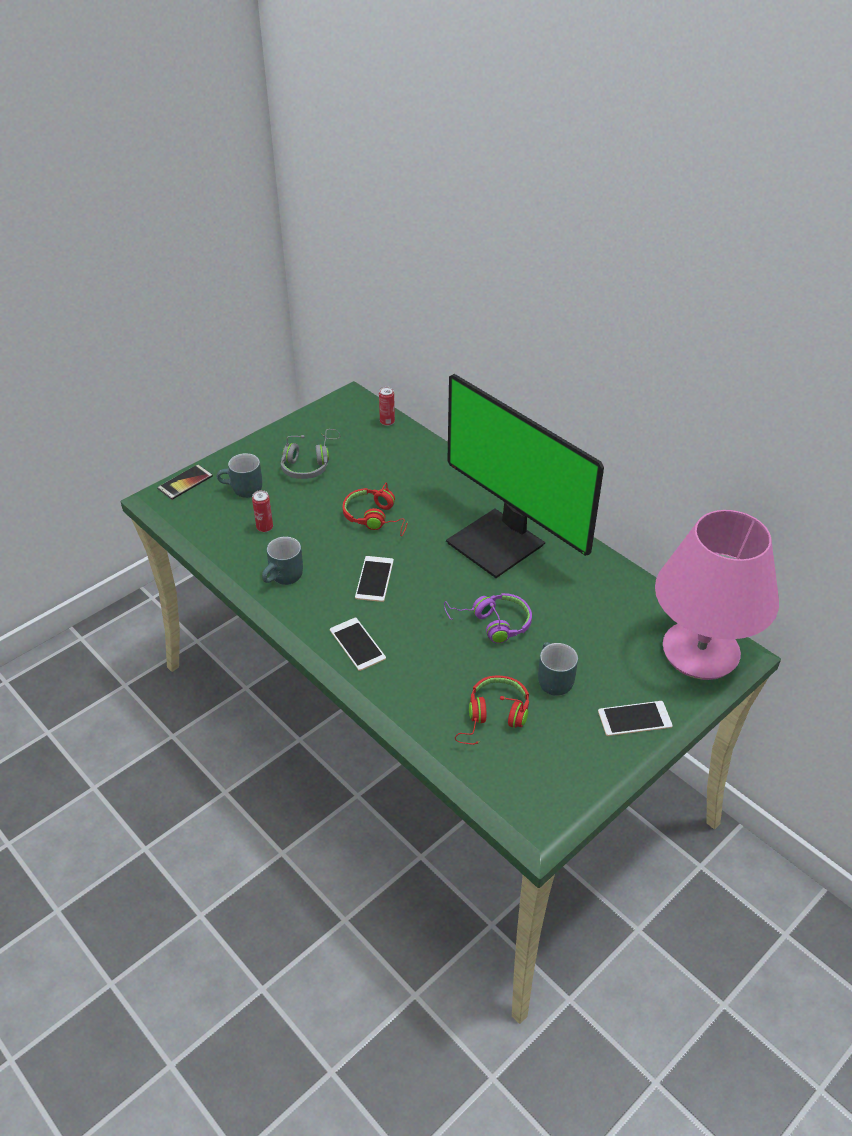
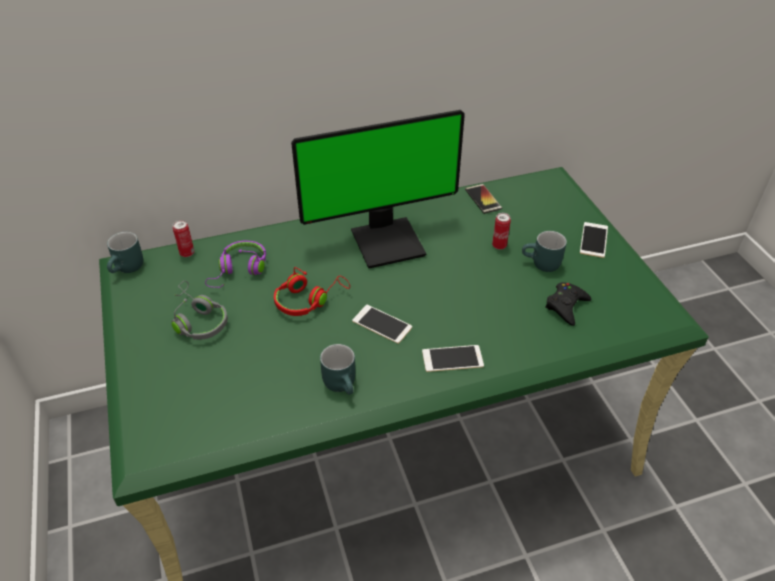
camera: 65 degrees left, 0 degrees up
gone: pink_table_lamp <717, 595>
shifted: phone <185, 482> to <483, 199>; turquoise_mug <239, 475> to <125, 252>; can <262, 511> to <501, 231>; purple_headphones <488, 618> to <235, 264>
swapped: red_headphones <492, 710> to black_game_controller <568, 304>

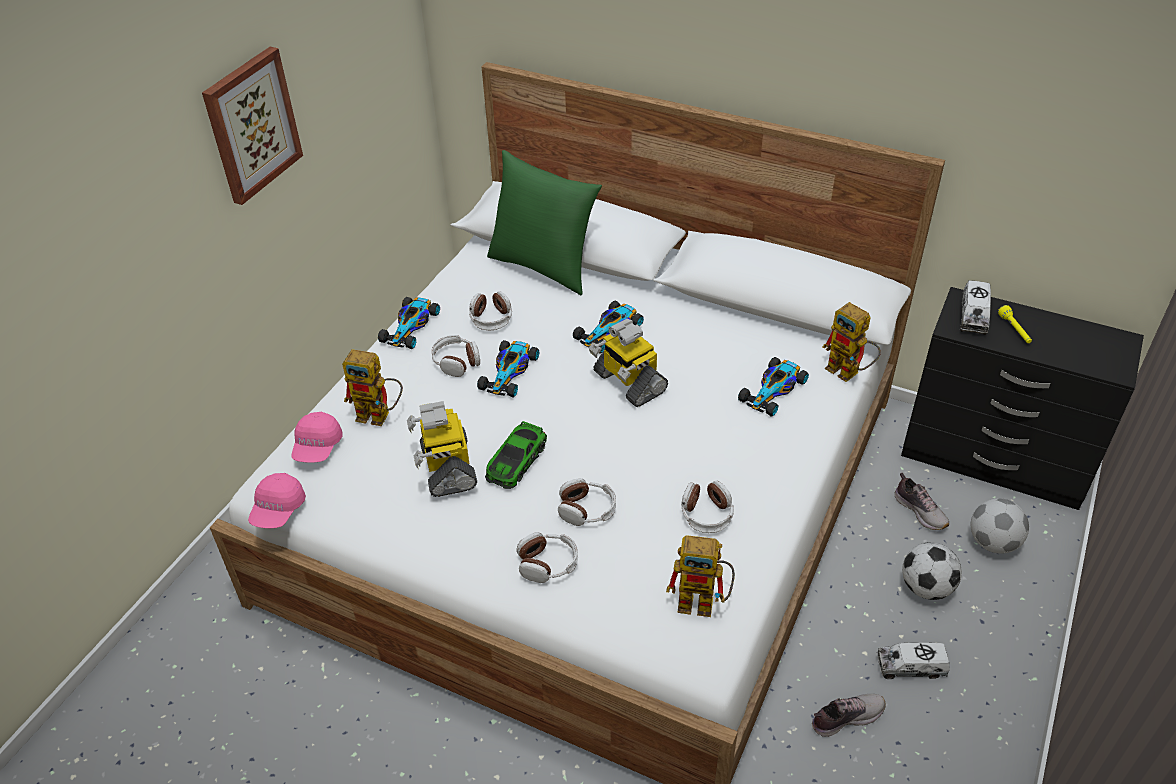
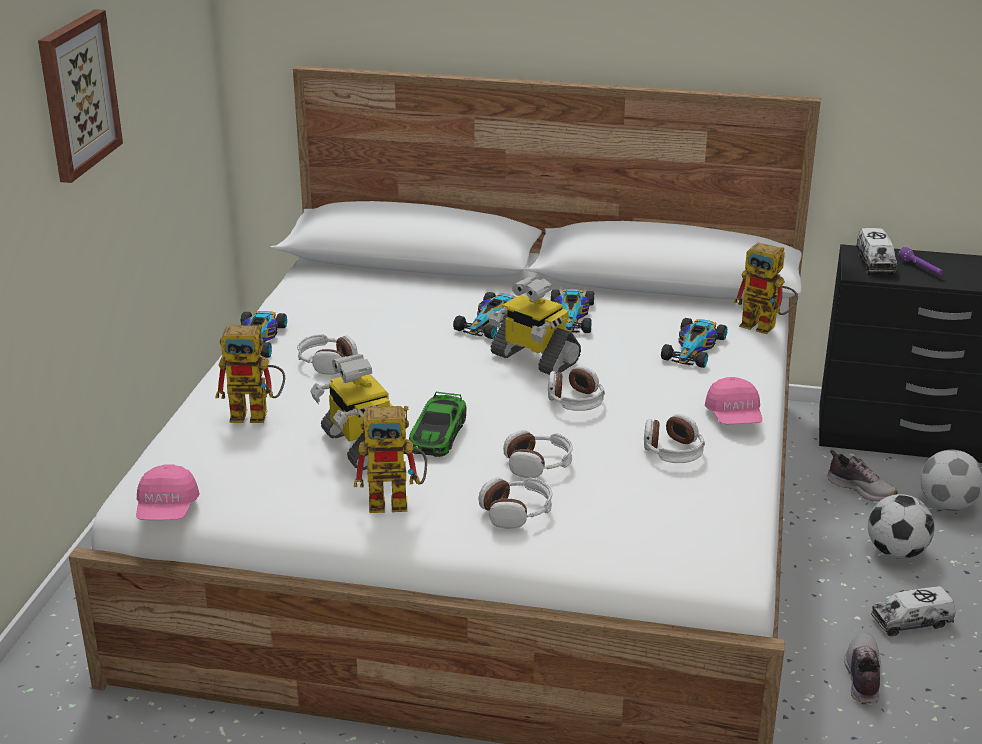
camera: 15 degrees left, 15 degrees down
gone: green_pillow <544, 222>
shifted: pink_cap <317, 437> to <733, 400>; headphones <490, 310> to <576, 388>; toy_car <508, 368> to <572, 311>; toy_robot <700, 576> to <390, 459>
repainted: yellow_flashlight <1015, 324> to purple_flashlight <920, 261>
rotated: shoe <849, 715> = <862, 668> 45 degrees counterclockwise

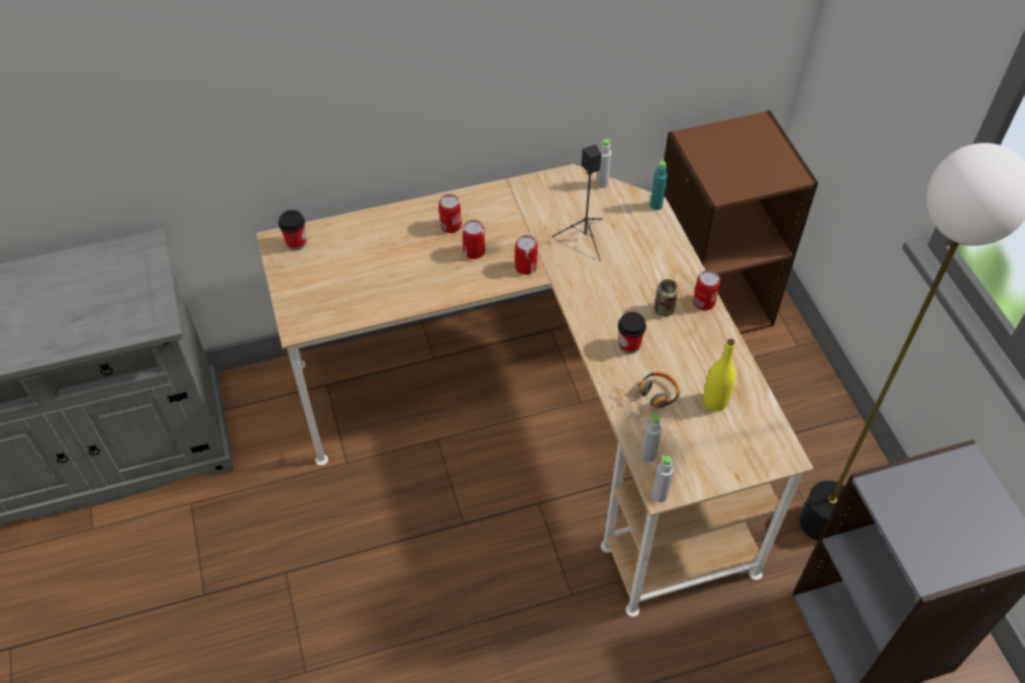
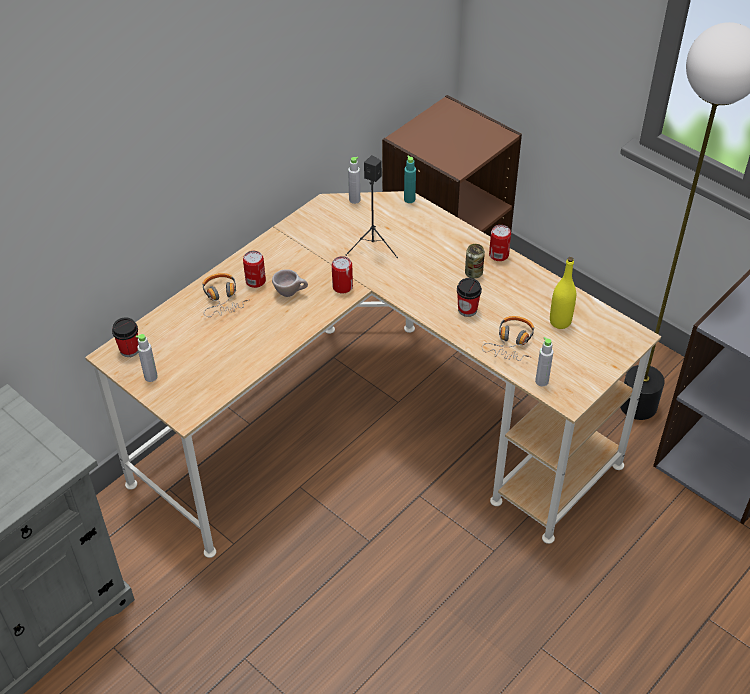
camera: 30 degrees left, 5 degrees down
new: headphones <226, 295>
shifted: grey_bottle <663, 479> to <147, 358>
swapped: can <473, 239> to beige_cup <290, 283>

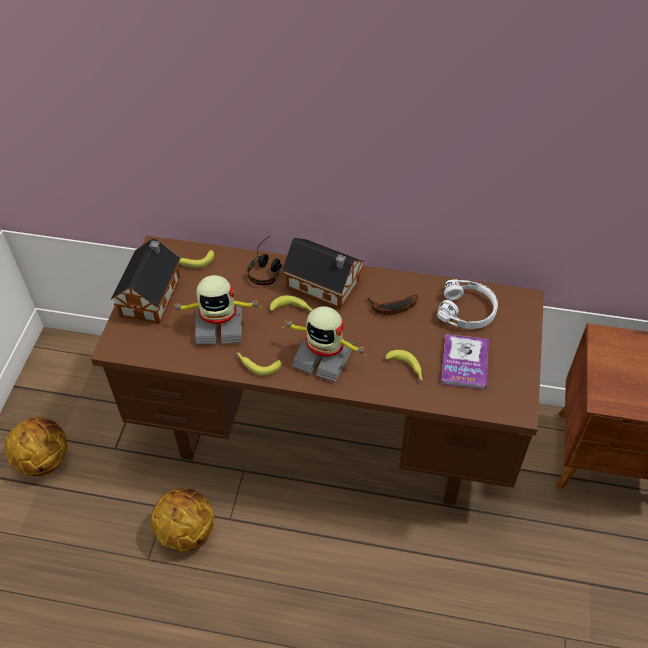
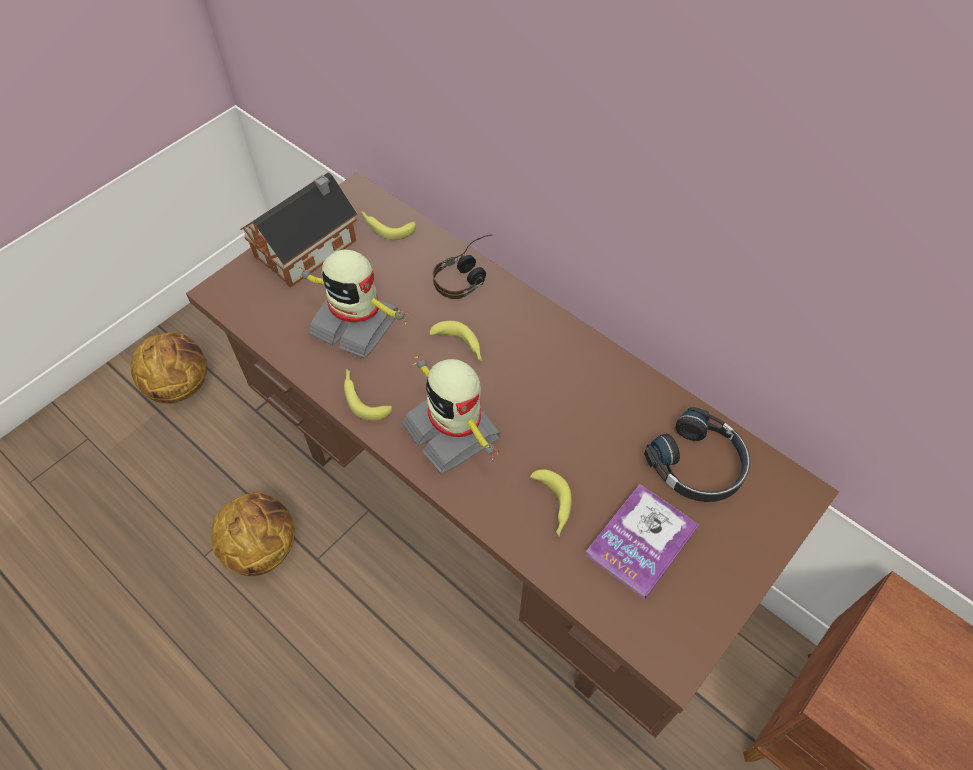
camera: 30 degrees right, 5 degrees up
gone: toy_house <323, 273>; banana <392, 305>
repainted: white_headphones <467, 304> to black_headphones <697, 454>

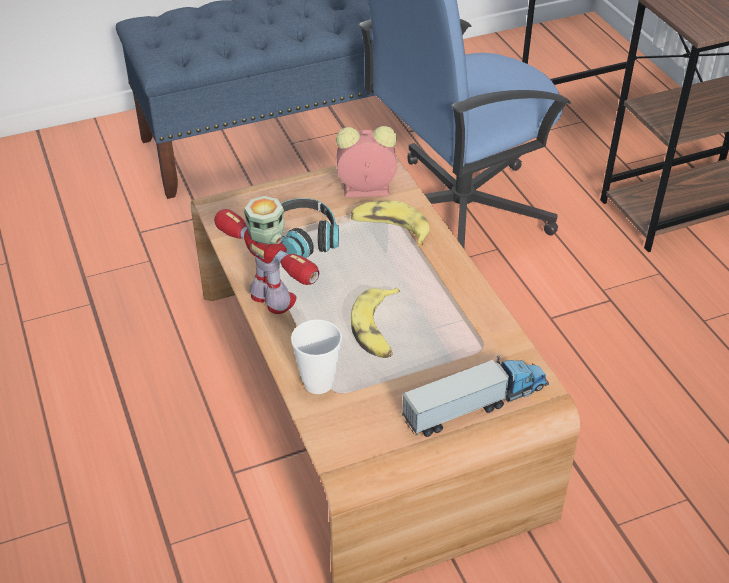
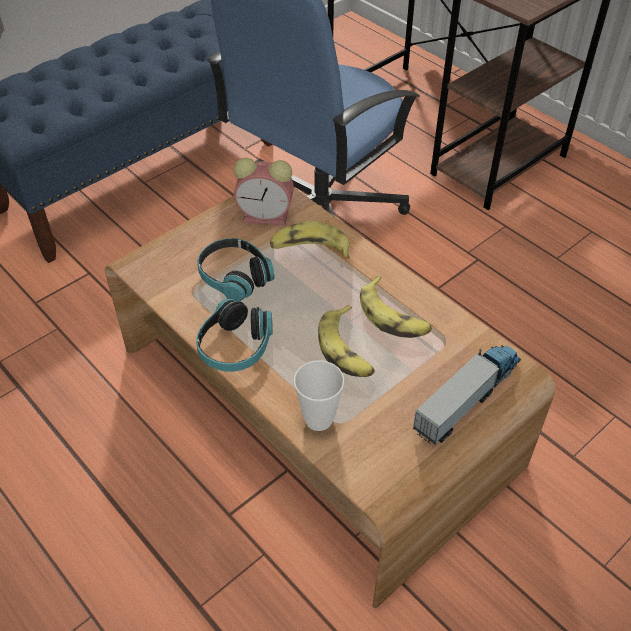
camera: 20 degrees left, 5 degrees up
new: banana <396, 307>
swapped: toy_robot <266, 255> to headphones <234, 335>
rotated: alarm_clock <366, 161> = <264, 192> 150 degrees counterclockwise

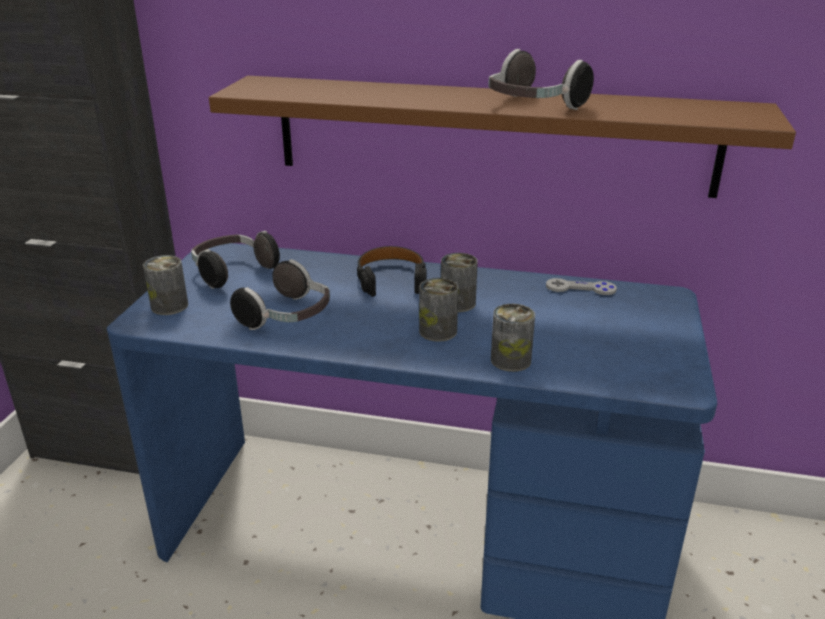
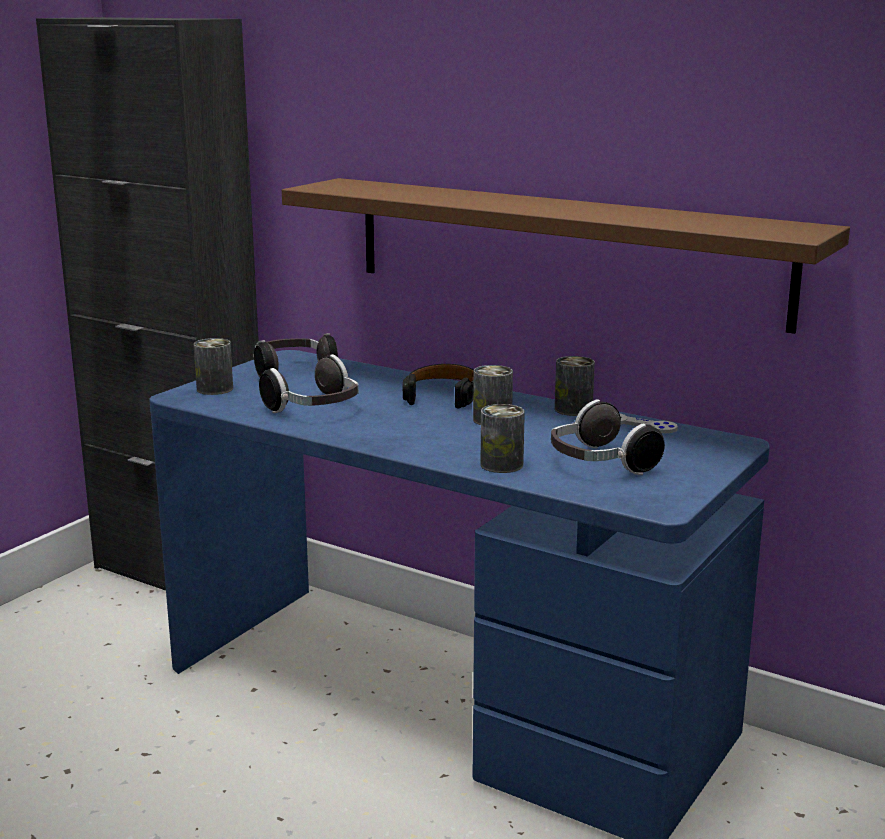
camera: 20 degrees right, 10 degrees down
shifted: can <439, 310> to <575, 386>; headphones <541, 79> to <608, 437>

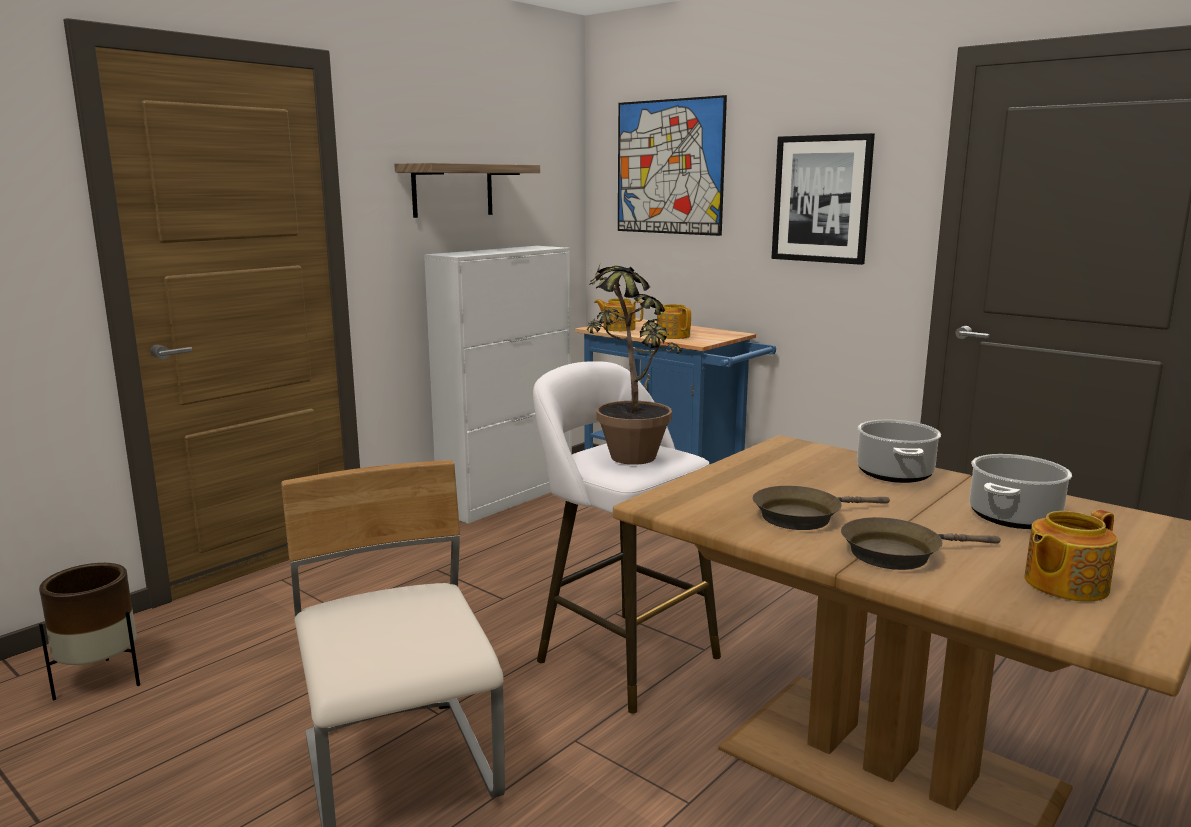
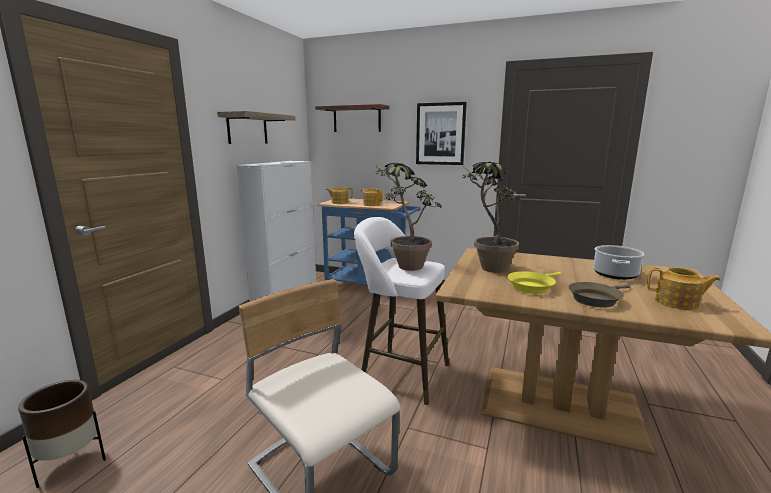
camera: 20 degrees left, 0 degrees up
gone: cooking_pot <899, 451>
new: potted_plant <490, 217>
swapped: picture <672, 165> to brown_shelf <352, 118>
repainted: brown_frying_pan <821, 508> to yellow_frying_pan <534, 282>
rotated: teapot <1071, 555> = <684, 289> 105 degrees counterclockwise

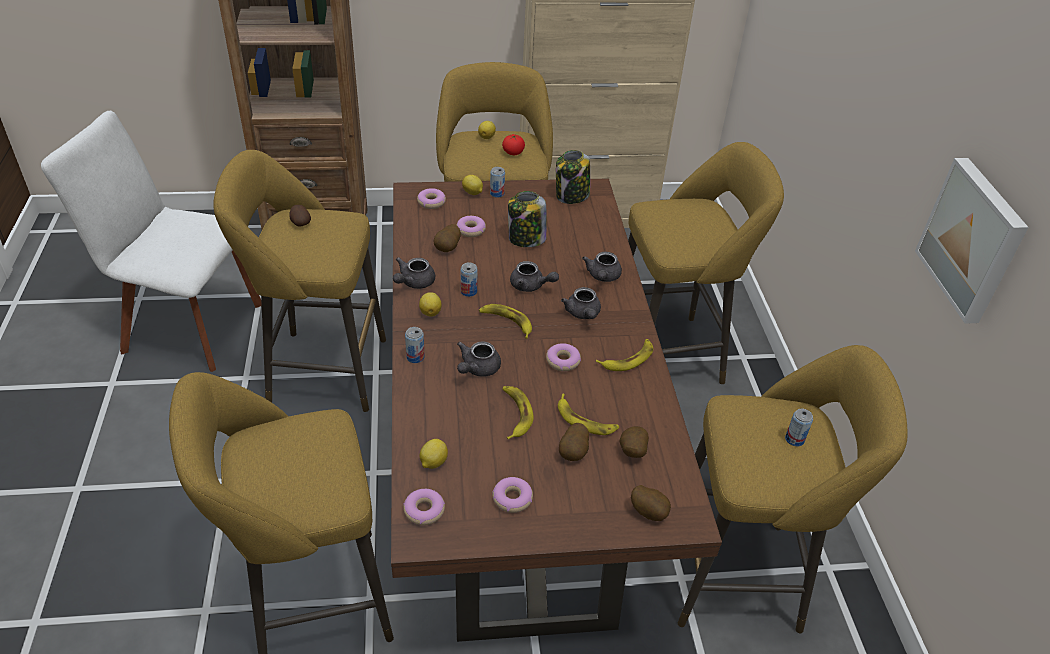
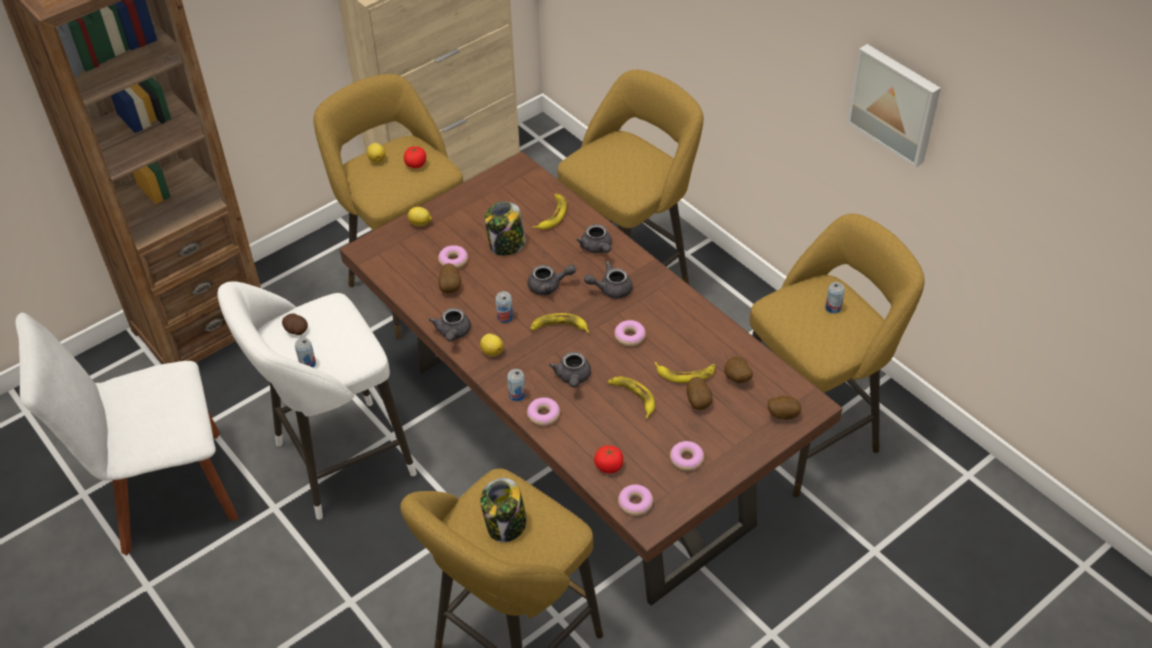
camera: 30 degrees left, 5 degrees up
shifted: donut <431, 198> to <543, 411>; can <497, 182> to <305, 352>; jar <573, 177> to <504, 510>; banana <624, 355> to <549, 212>
swapped: lemon <433, 454> to tomato <608, 459>
repainted: yellow_stool <299, 281> to white_stool <317, 400>
rotated: grey_teapot <581, 303> = <608, 280> 120 degrees clockwise

